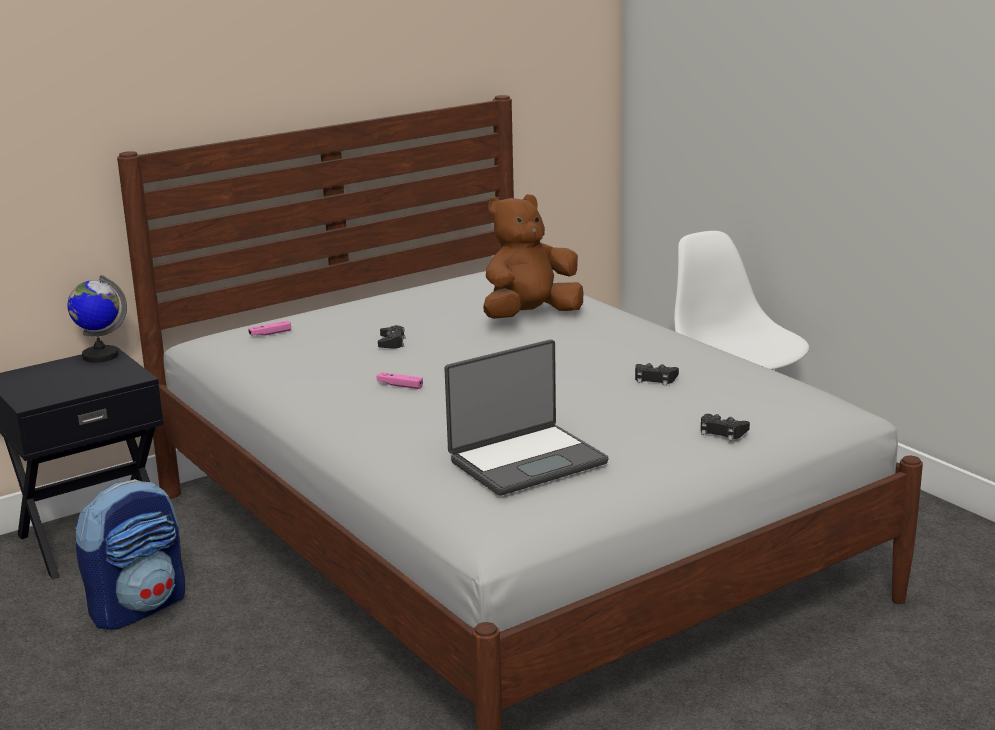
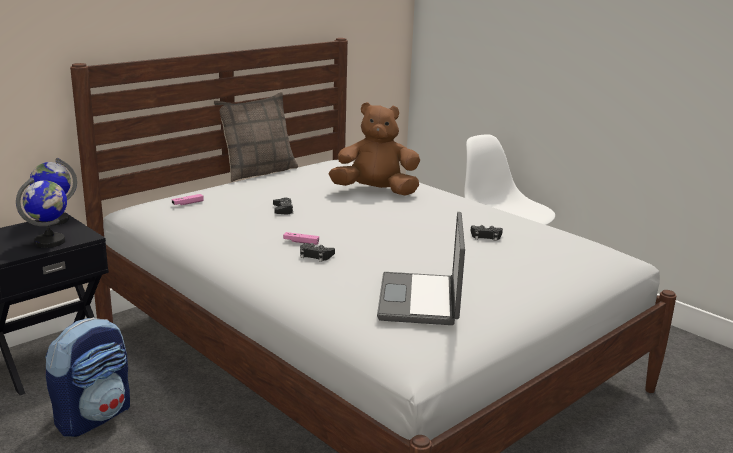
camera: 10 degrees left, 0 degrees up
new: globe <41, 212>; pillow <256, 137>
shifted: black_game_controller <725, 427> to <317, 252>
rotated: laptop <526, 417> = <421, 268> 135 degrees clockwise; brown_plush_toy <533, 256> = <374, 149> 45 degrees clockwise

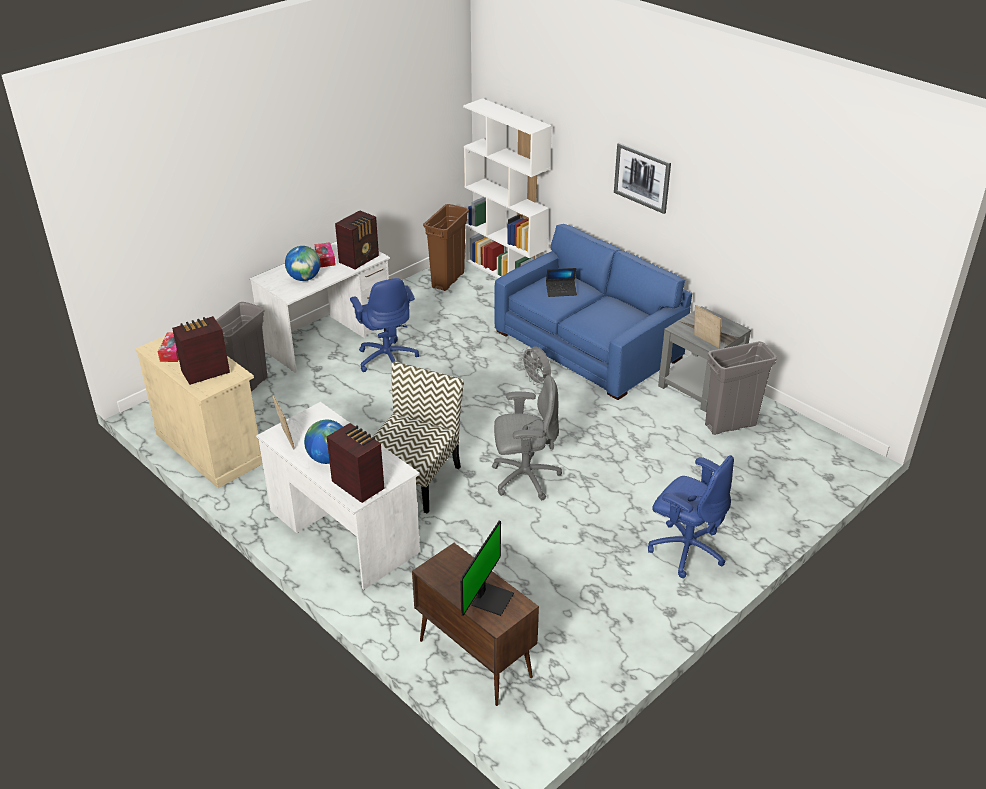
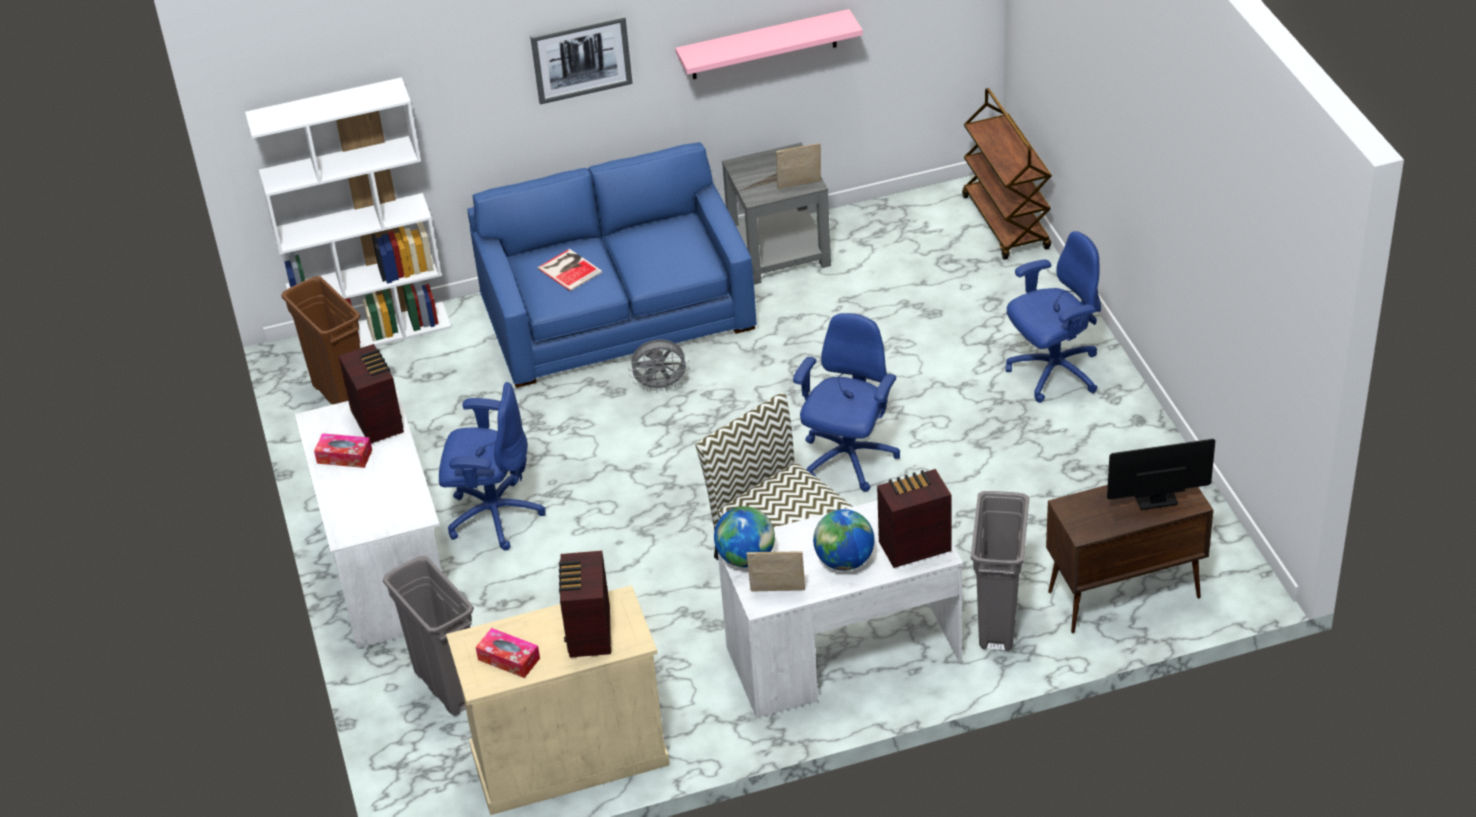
camera: 60 degrees left, 5 degrees up
new: pink_shelf <769, 44>; brown_cart <1007, 174>
shifted: globe <302, 263> to <744, 536>; grey_trash_can <741, 388> to <1000, 571>
swapped: laptop <561, 282> to book <569, 270>
repainted: grey_office_chair <527, 437> to blue_office_chair <846, 402>
rotated: monitor <487, 568> = <1161, 474> 60 degrees counterclockwise

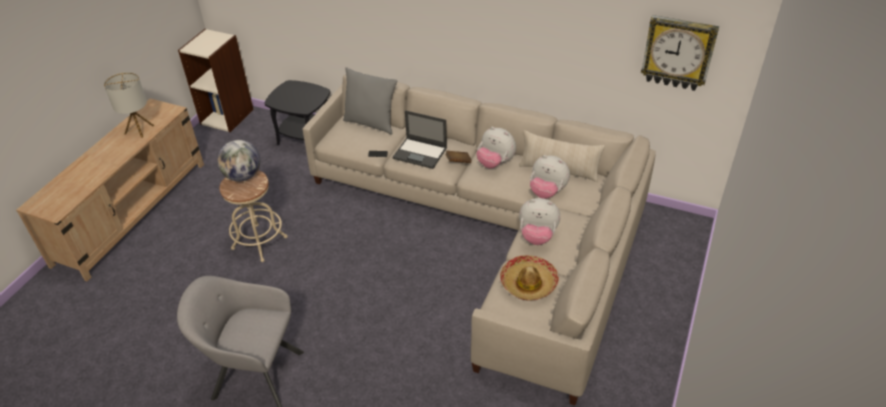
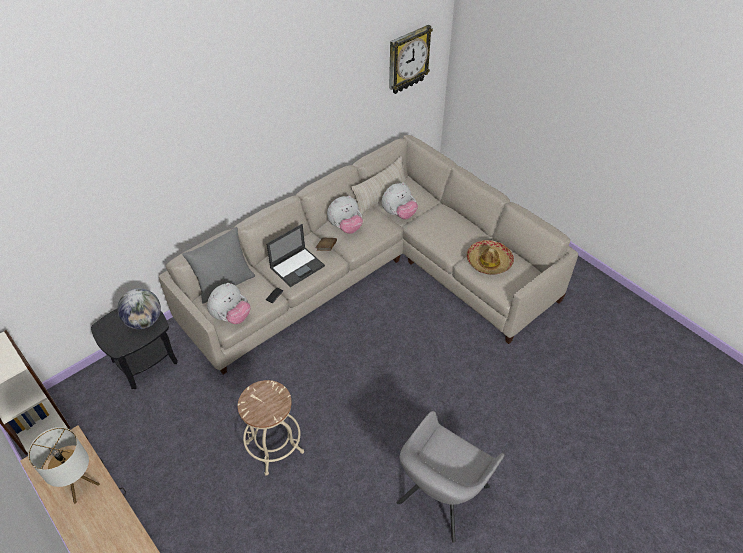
camera: 65 degrees left, 5 degrees up
shifted: globe <238, 161> to <139, 308>; plush_toy <539, 221> to <229, 303>

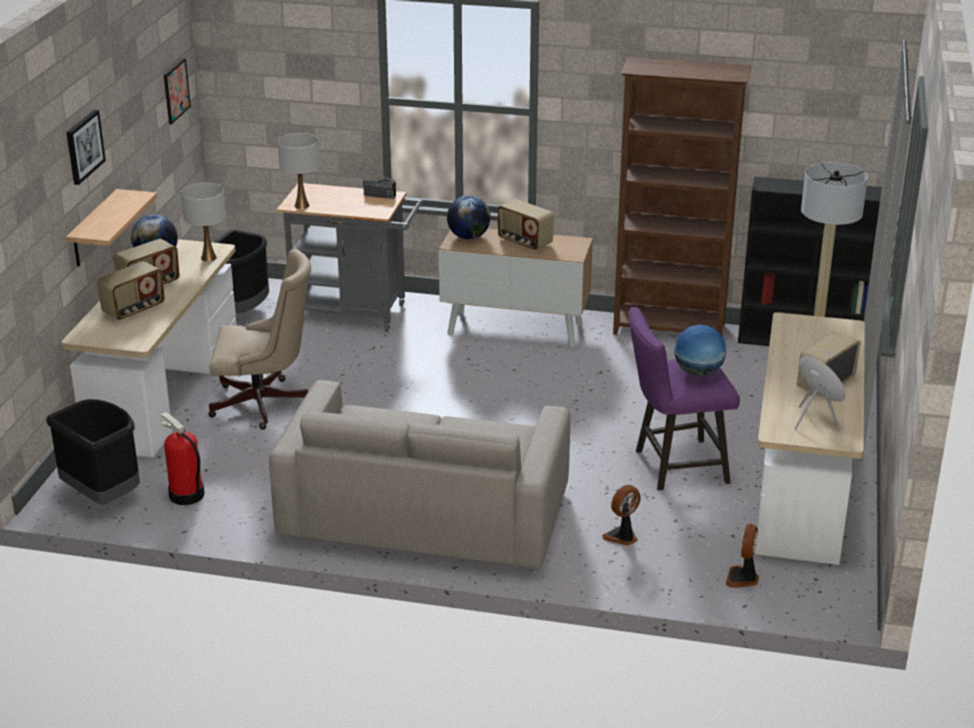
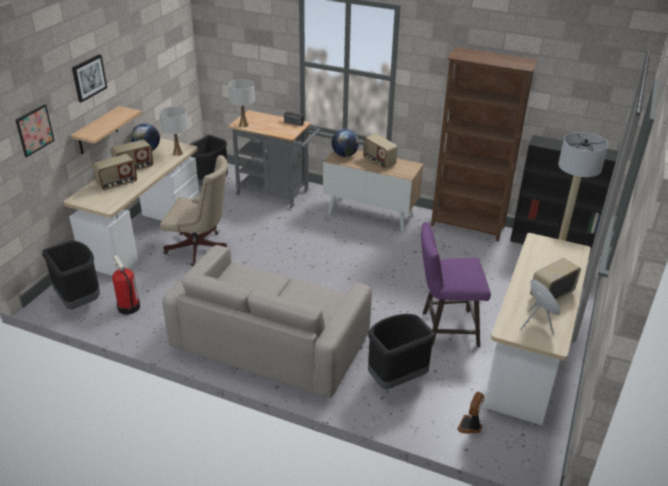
camera: 10 degrees right, 5 degrees up
gone: globe <700, 350>
shifted: picture <177, 91> to <35, 130>
swapped: fan <621, 515> to black_trash_can <401, 351>

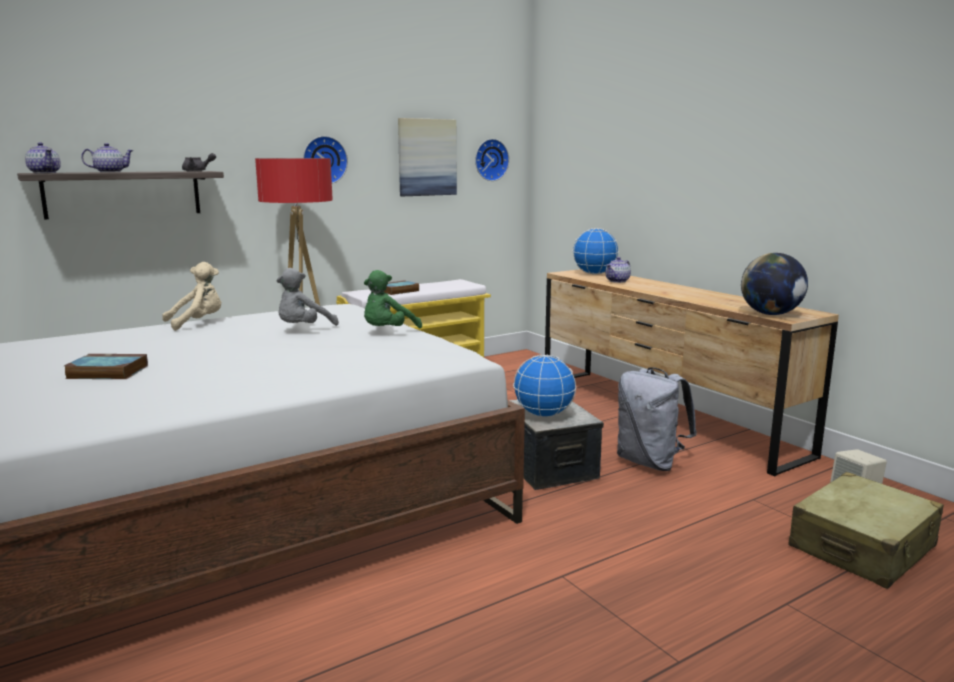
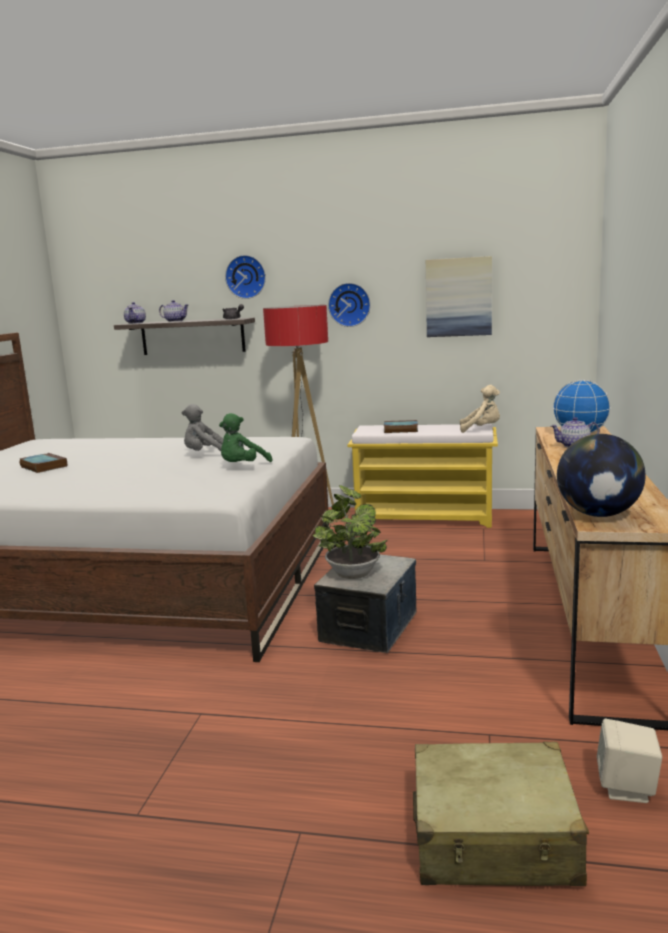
camera: 45 degrees right, 0 degrees up
gone: grey_backpack <657, 419>
shifted: beige_plush_toy <191, 296> to <480, 409>; wall_clock <492, 160> to <245, 277>
swapped: globe <544, 386> to potted_plant <349, 532>
rotated: green_plush_toy <393, 299> = <245, 437> 45 degrees counterclockwise

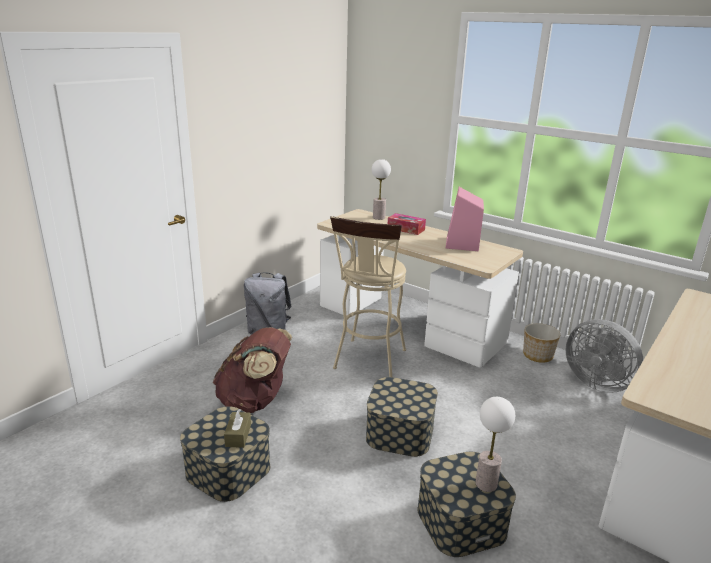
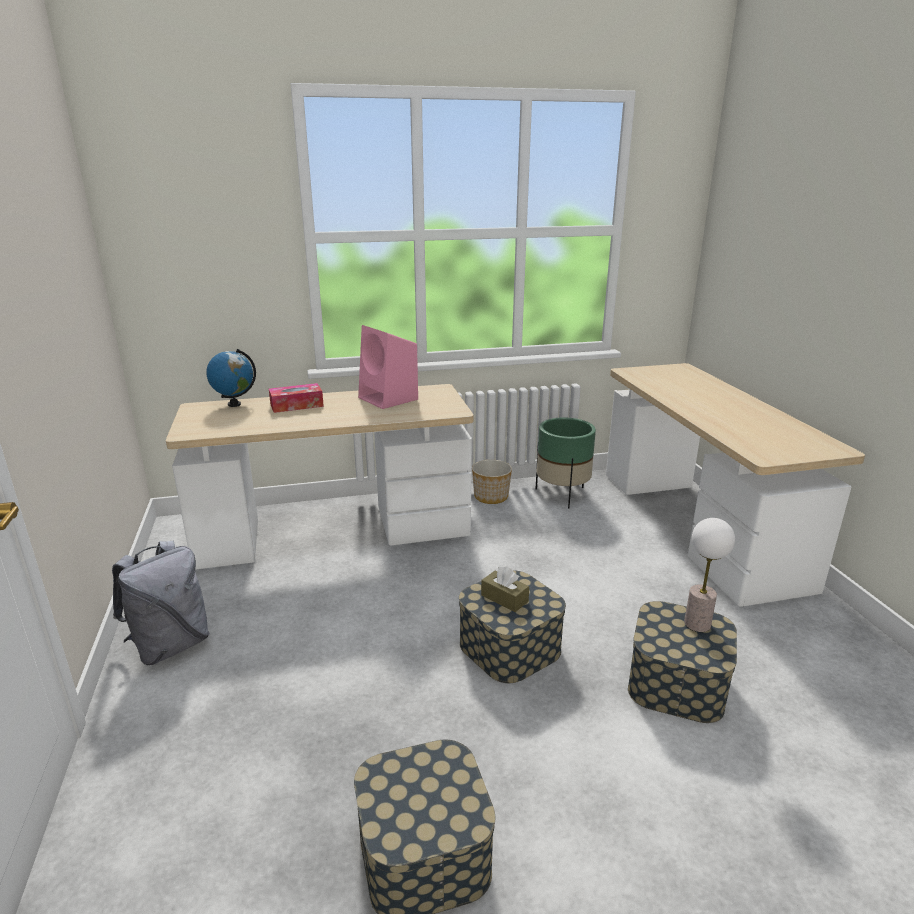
camera: 50 degrees left, 0 degrees up
gone: brown_backpack <252, 370>; beige_stool <368, 296>
shifted: brown_tissue_box <237, 428> to <505, 589>
swapped: table_lamp <381, 189> to globe <231, 378>; grey_fan <604, 356> to green_planter <565, 462>

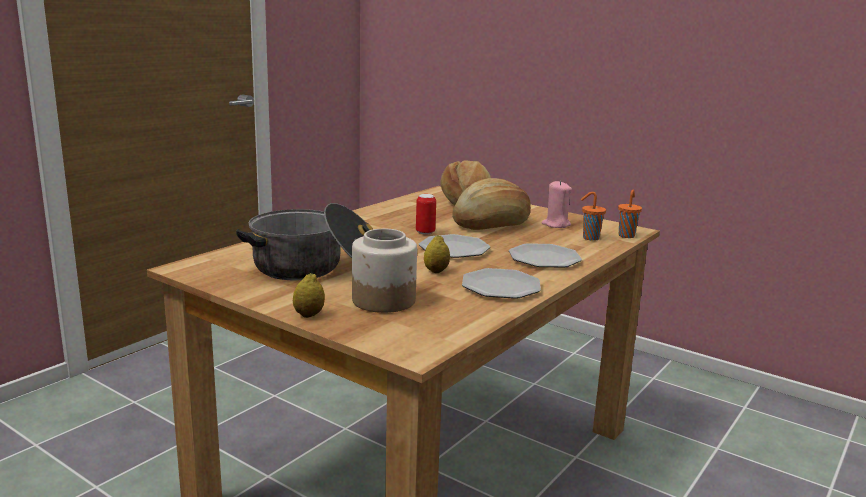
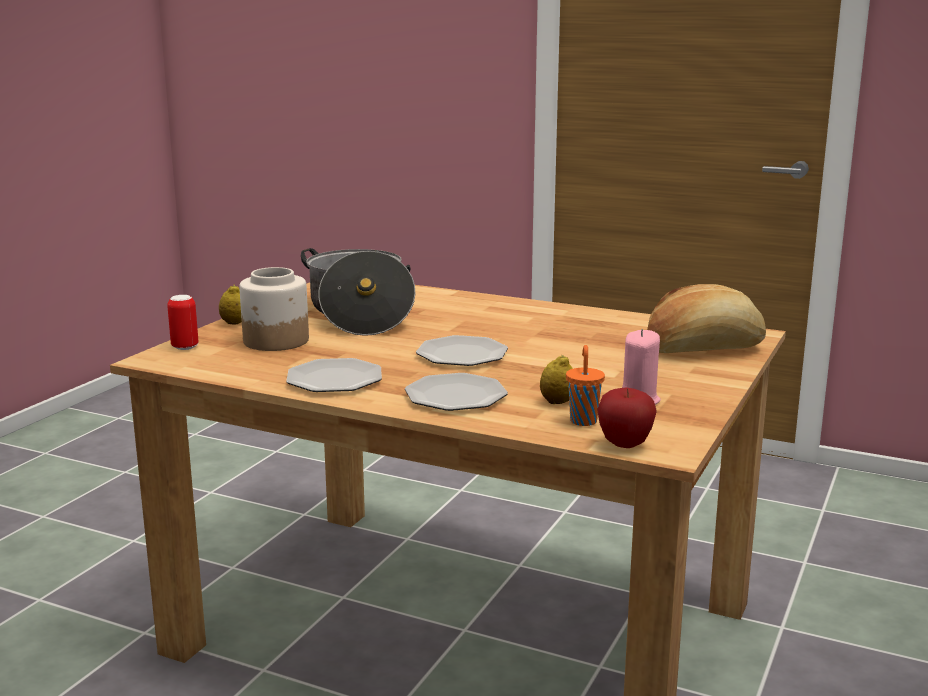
camera: 80 degrees right, 0 degrees up
gone: bread <491, 204>
shifted: can <426, 214> to <183, 322>; lemon <437, 254> to <556, 379>
swapped: orange_cup <630, 214> to apple <627, 417>

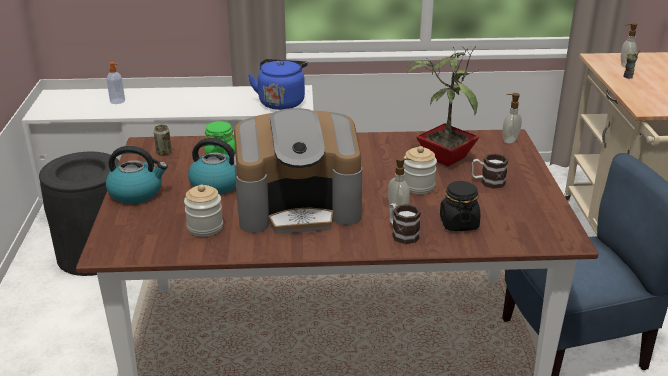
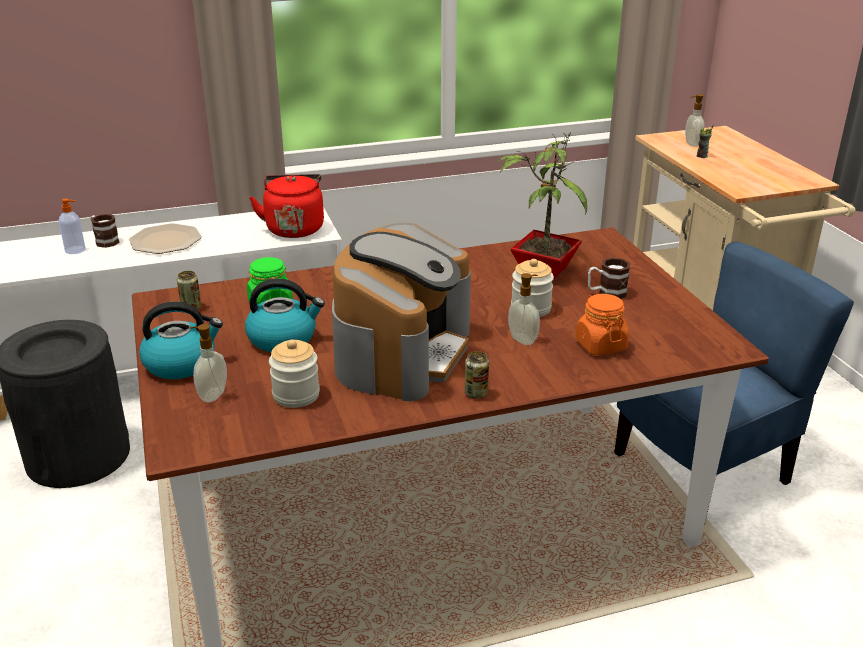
camera: 15 degrees left, 0 degrees up
new: plate <165, 238>; can <477, 375>
shifted: mug <405, 223> to <104, 231>; soap_dispenser <512, 118> to <208, 363>
repainted: blue_kettle <278, 84> to red_kettle <286, 206>; black_jar <460, 206> to orange_jar <602, 324>
rotated: coffee_machine <298, 171> = <401, 312> 45 degrees counterclockwise

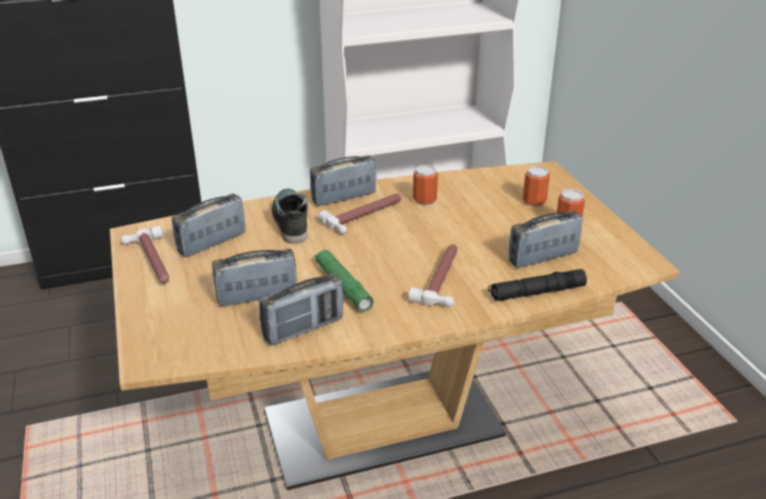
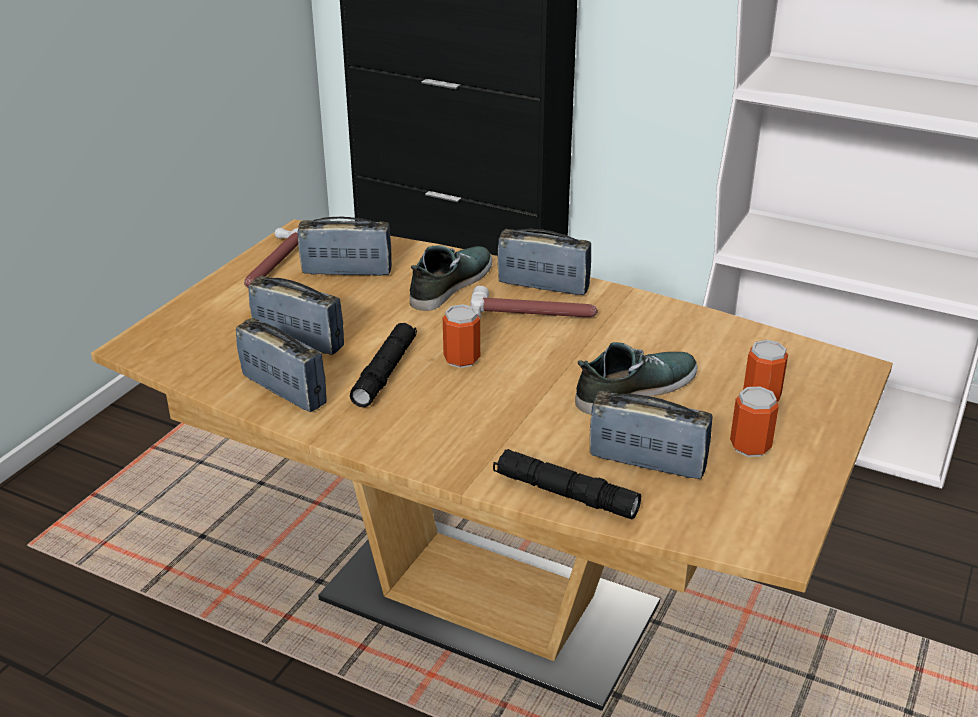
camera: 45 degrees right, 0 degrees up
gone: hammer <433, 275>
new: shoe <636, 378>
shifted: can <425, 185> to <461, 336>
repainted: green_flashlight <344, 281> to black_flashlight <383, 365>
rotated: radio <301, 309> = <281, 365> 150 degrees counterclockwise

